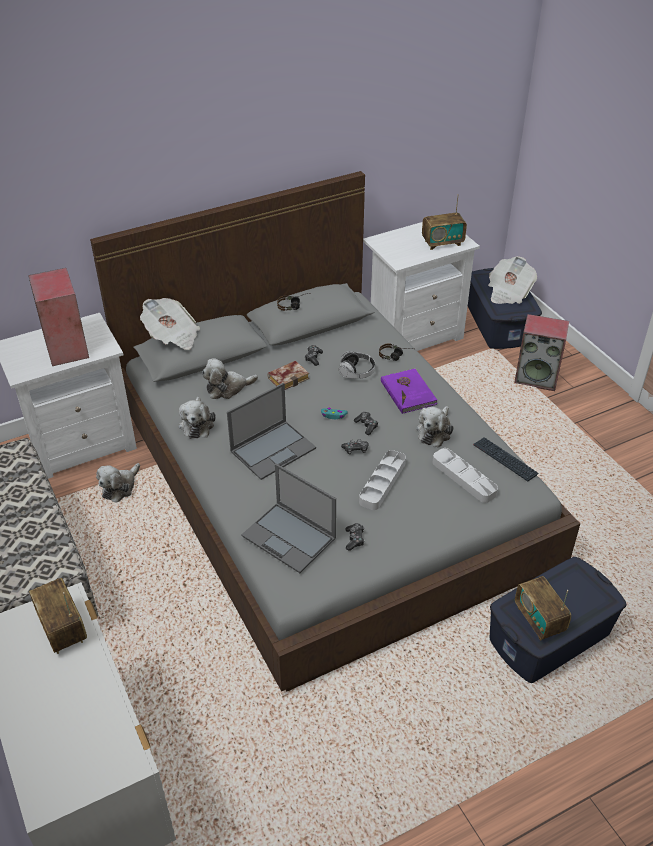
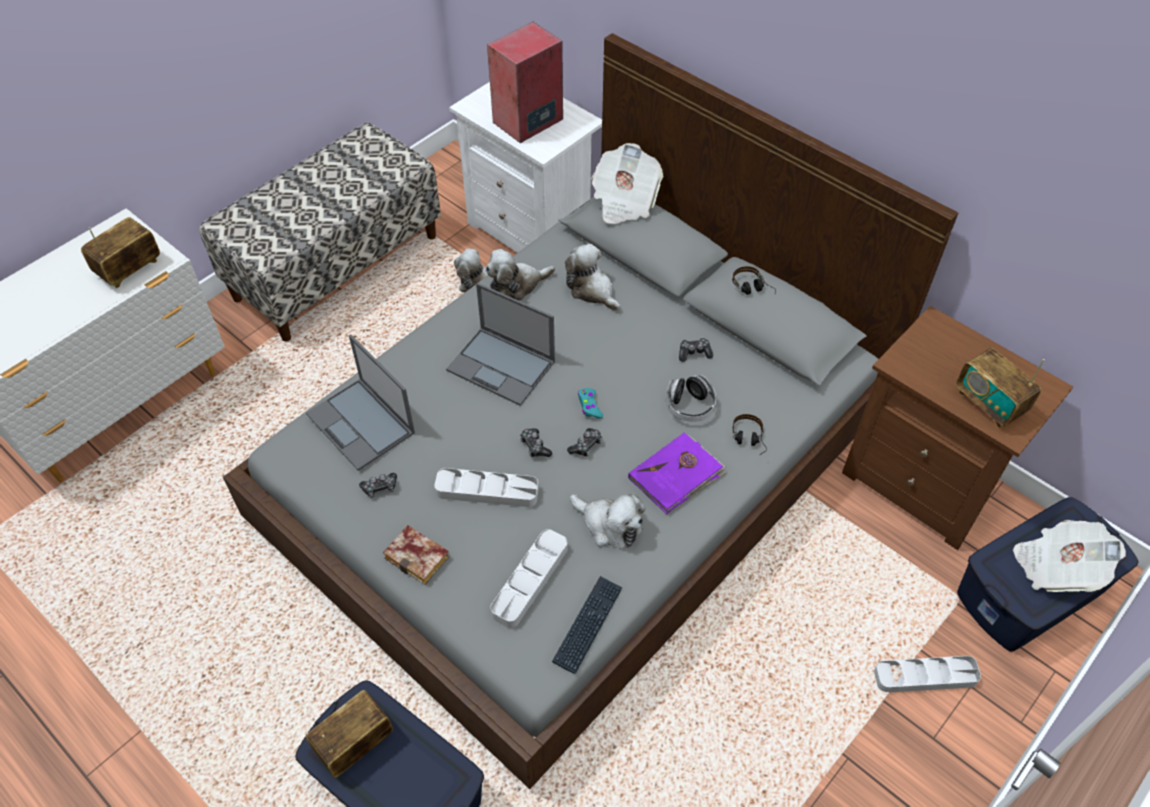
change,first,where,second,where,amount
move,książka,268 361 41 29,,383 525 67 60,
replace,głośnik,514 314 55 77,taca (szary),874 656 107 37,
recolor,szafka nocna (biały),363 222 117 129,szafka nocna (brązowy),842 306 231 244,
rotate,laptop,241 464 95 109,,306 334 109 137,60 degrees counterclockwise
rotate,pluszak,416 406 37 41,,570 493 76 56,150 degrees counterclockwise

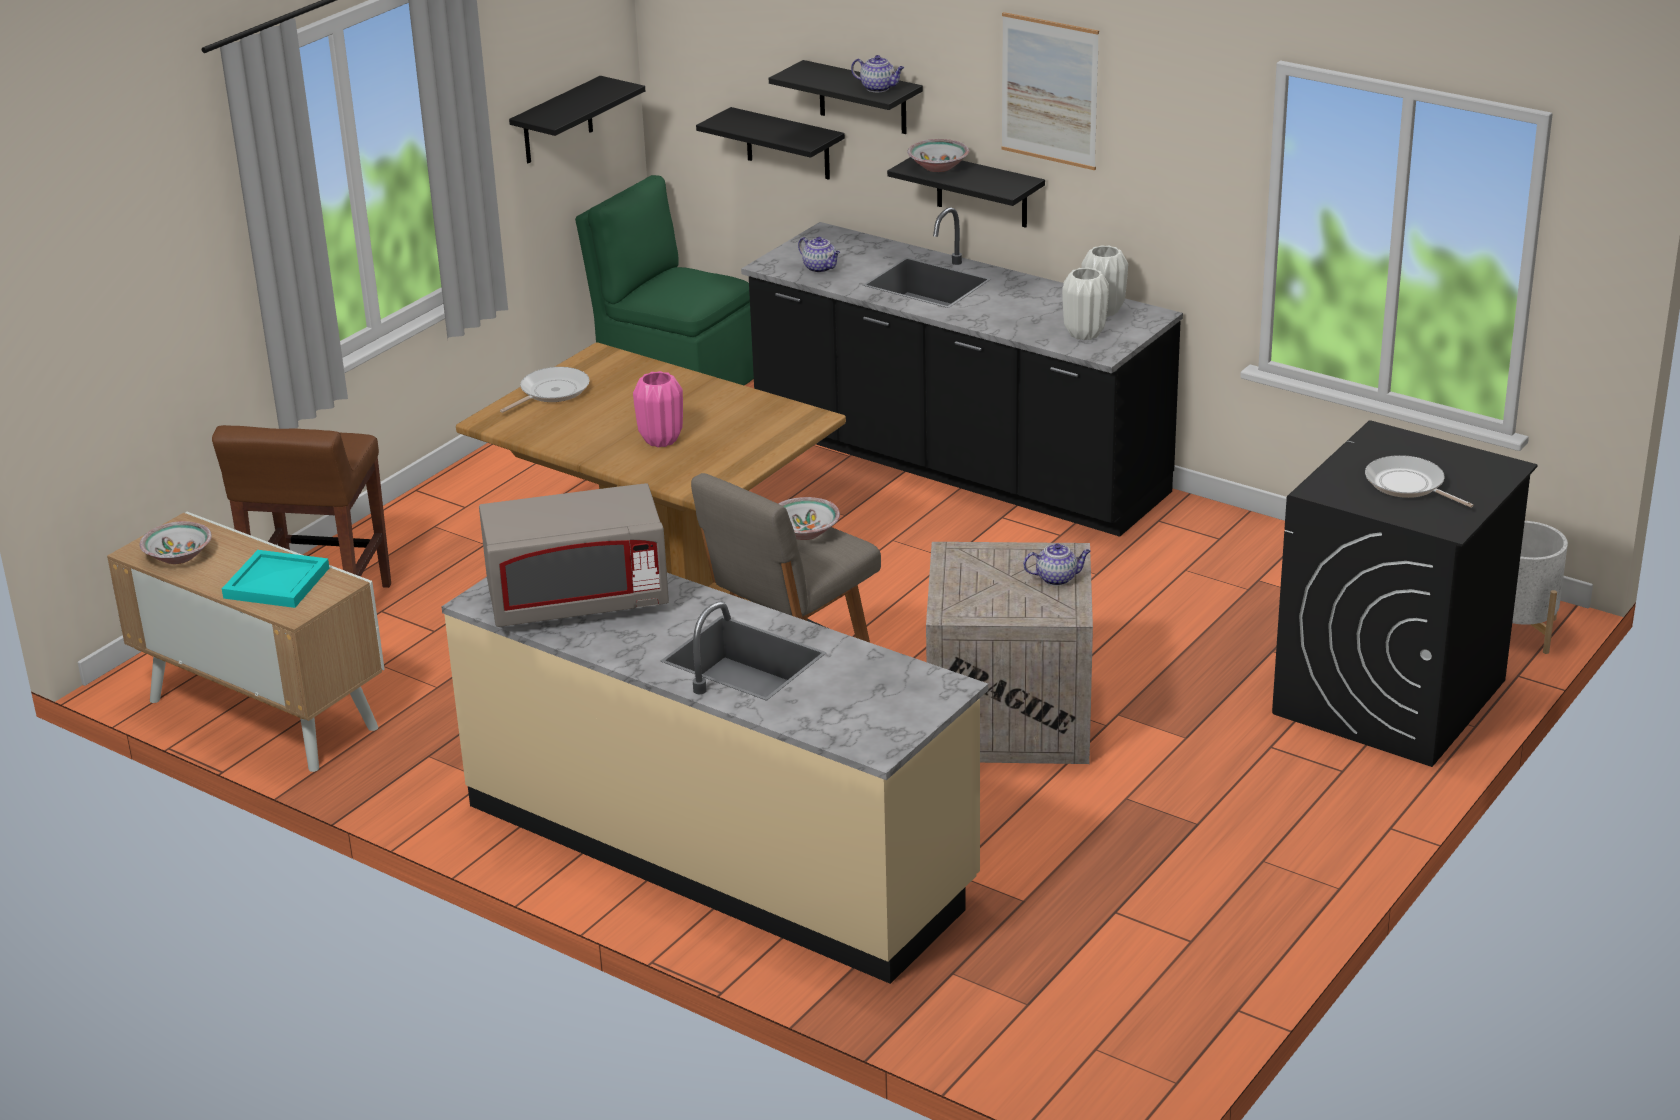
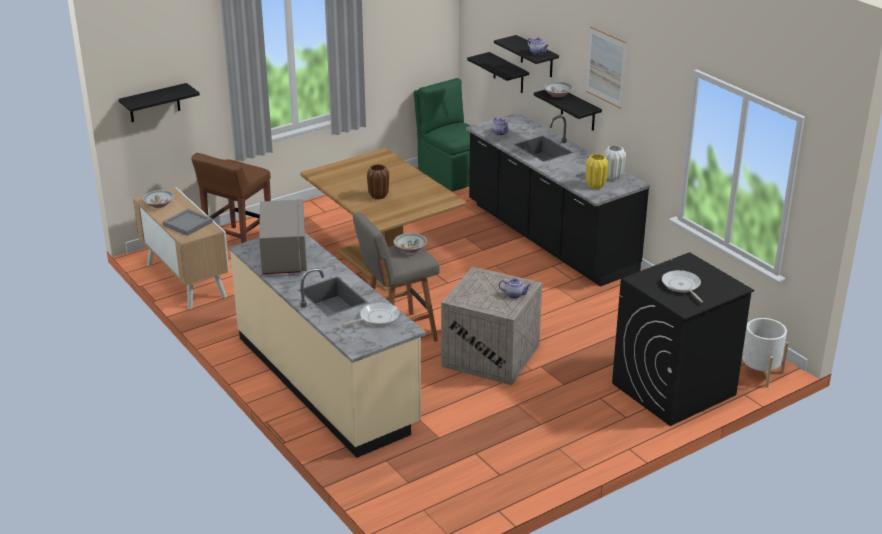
change,first,where,second,where,amount
move,patelnia,500 367 90 46,,341 302 59 24,
move,półka (czarny),509 76 136 88,,118 83 82 39,
recolor,taca (turkusowy),222 550 107 58,taca (szary),163 209 50 27,
recolor,wazon (różowy),633 371 50 76,wazon (brązowy),367 164 22 35,
recolor,wazon (biały),1062 267 47 73,wazon (żółty),586 154 23 35,
rotate,mikrofalówka (szary),479 483 190 144,,259 199 48 75,105 degrees counterclockwise

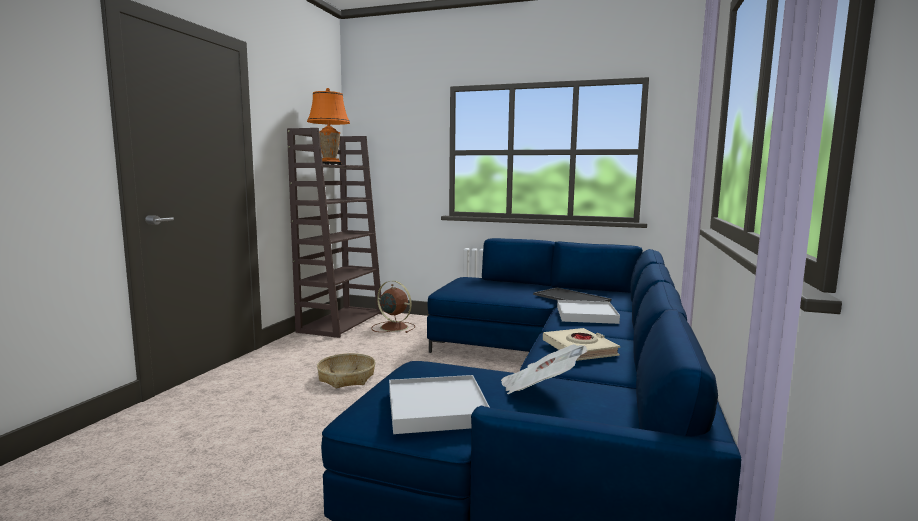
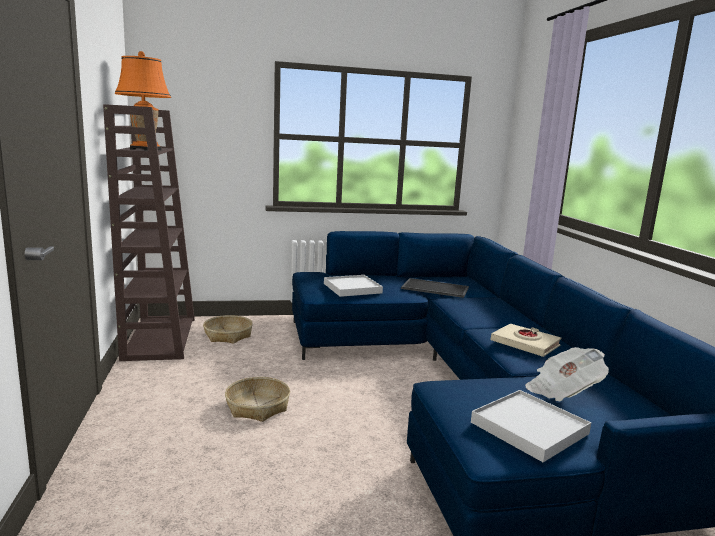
change,first,where,second,where,amount
move,taca (biały),557 300 63 24,,324 275 59 22,
replace,wentylator (brązowy),371 280 44 53,koszyk,203 315 50 29,

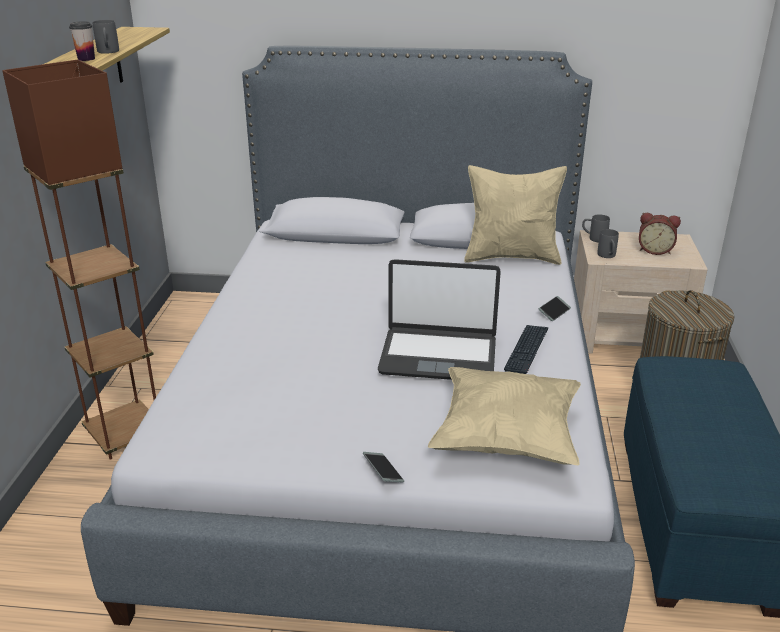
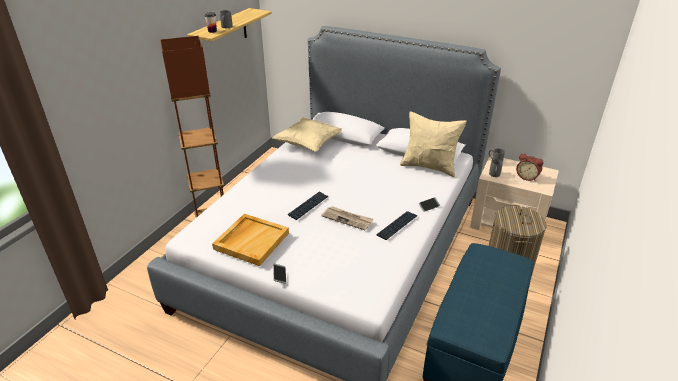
change,first,where,second,where,amount
insert,,,taca (beżowy),212 214 77 52,
insert,,,klawiatura,288 192 40 28,
move,poduszka (beżowy),428 367 153 98,,272 118 70 34,
replace,laptop,378 259 123 121,gazeta,321 206 53 24,

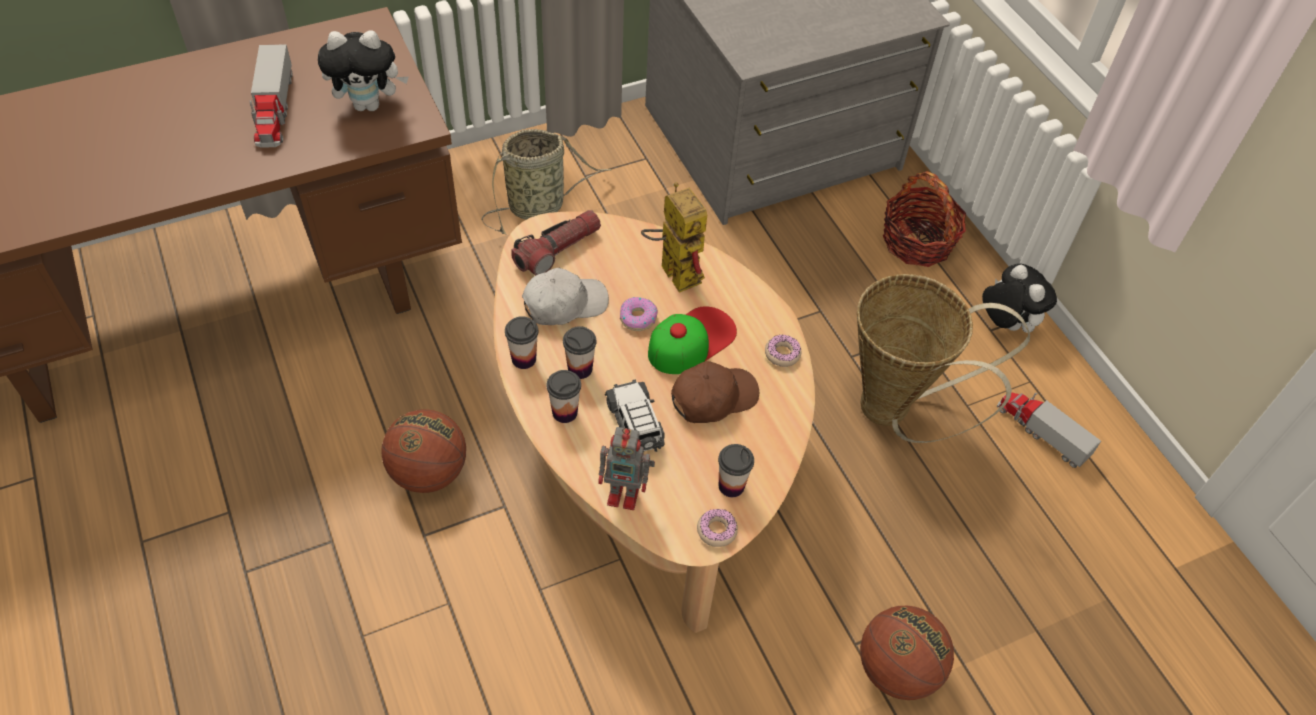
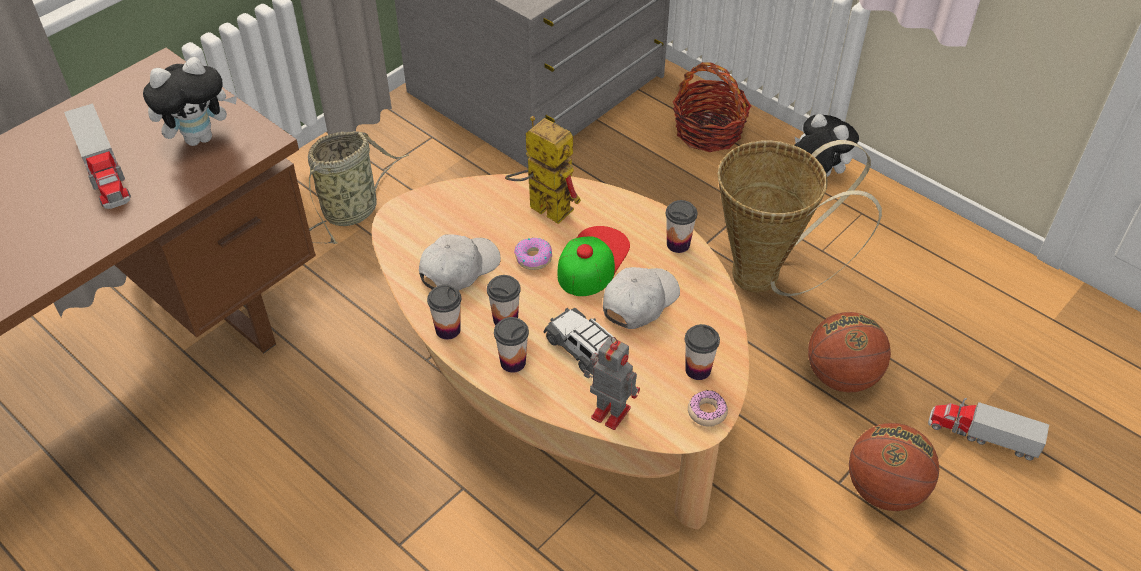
change,first,where,second,where,amount
delete,latarka,511 210 90 66,,,
move,piłka do koszykówki,381 409 85 84,,808 312 83 81,
move,ciężarówka zabawkowa,996 392 105 76,,928 398 121 62,
replace,donut,765 334 36 33,filiżanka,666 200 31 53,
recolor,czapka z daszkiem (brązowy),671 361 88 62,czapka z daszkiem (biały),603 267 77 62,
rotate,robot zabawkowy,598 427 57 83,,584 337 56 93,135 degrees counterclockwise

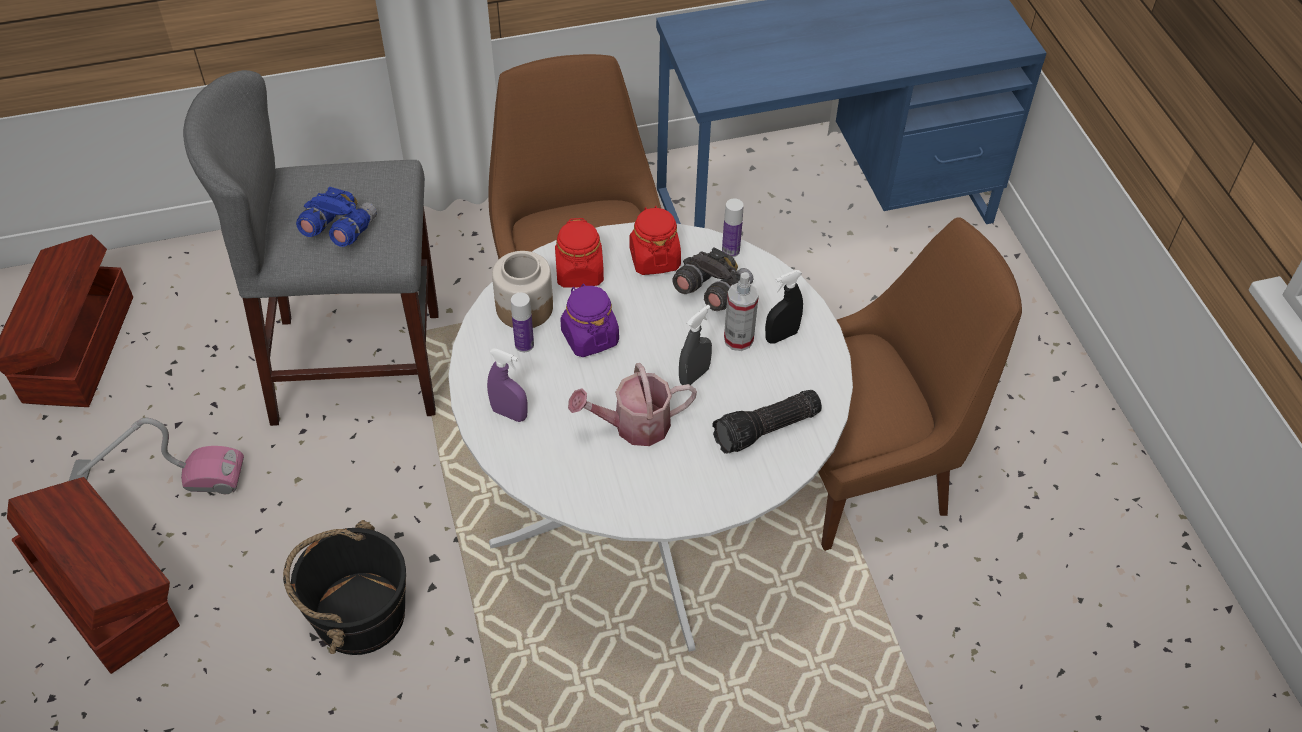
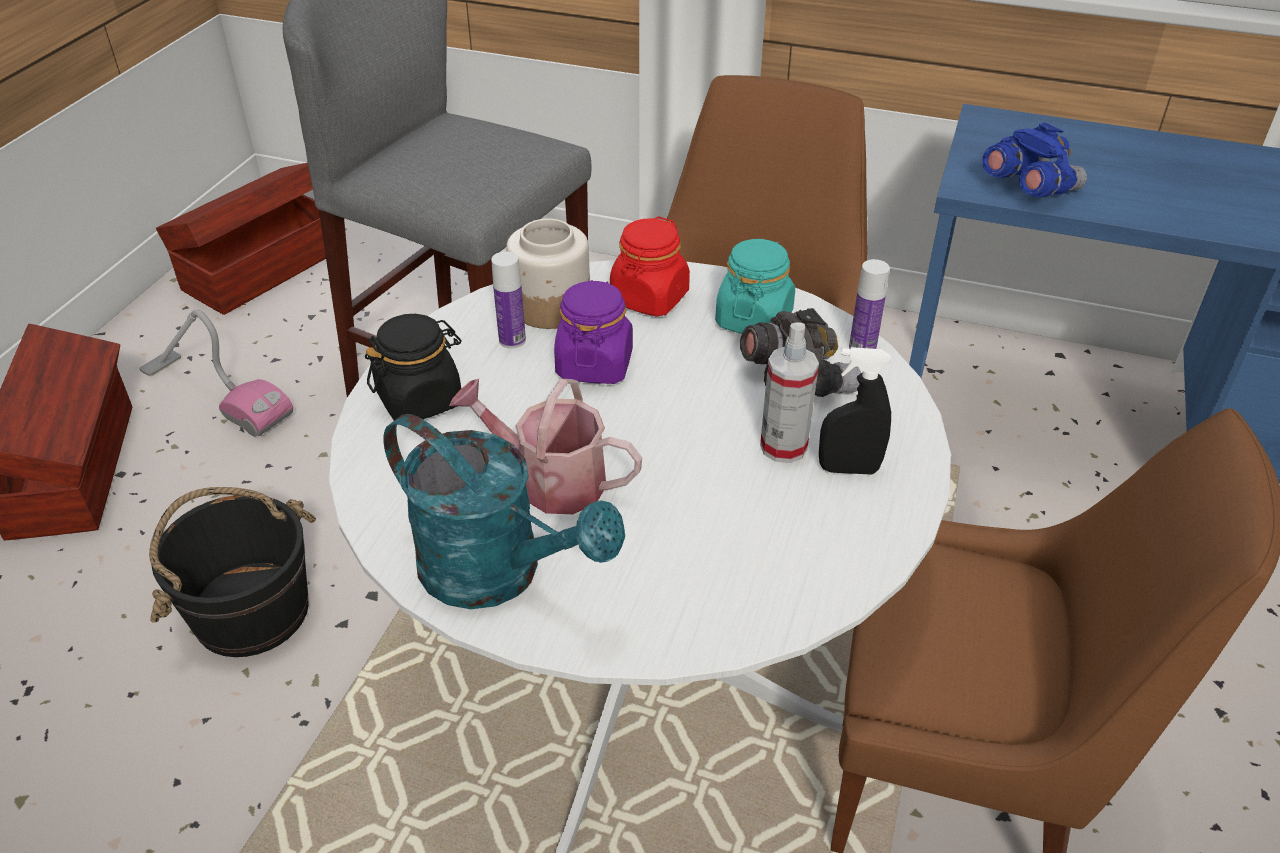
change,first,where,second,where,amount
delete,spryskiwacz (szary),679 305 33 80,,,
delete,latarka,712 390 110 64,,,
insert,,,konewka (turkusowy),383 414 242 195,
move,lornetka (niebieski),296 186 81 61,,982 122 105 75,
replace,spryskiwacz (fioletowy),487 349 41 73,słoik (czarny),365 314 96 106,
recolor,słoik (czerwony),629 206 52 69,słoik (turkusowy),715 239 80 95,

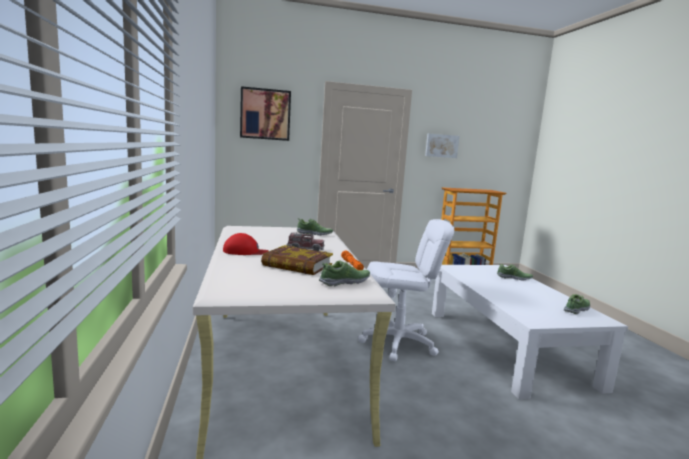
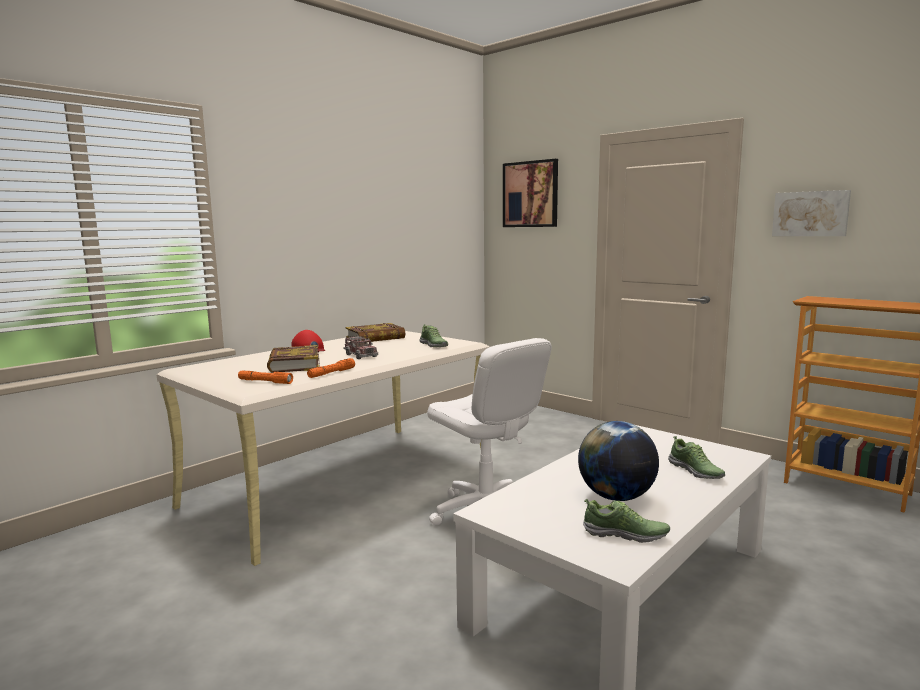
change,first,where,second,where,amount
insert,,,książka,346 323 60 20,
insert,,,globus,578 421 81 80,
replace,but,319 261 51 25,latarka (pomarańczowy),238 370 55 14,

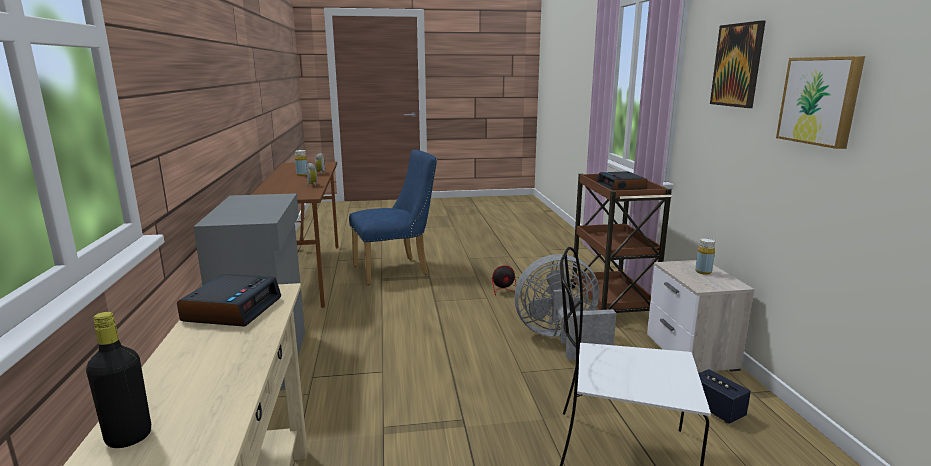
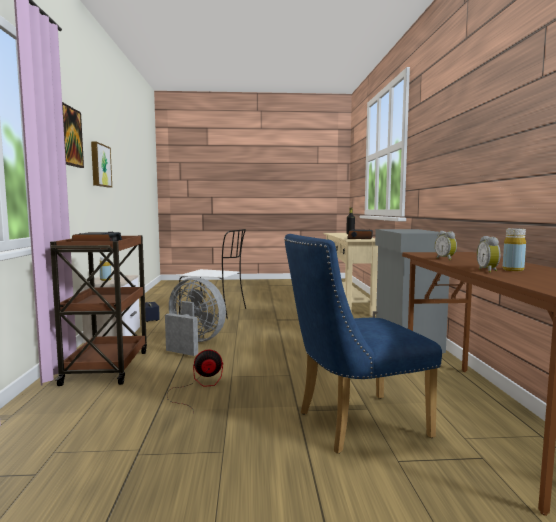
change,first,where,second,where,amount
rotate,wentylator (szary),514 254 102 106,,165 277 61 79,150 degrees counterclockwise

